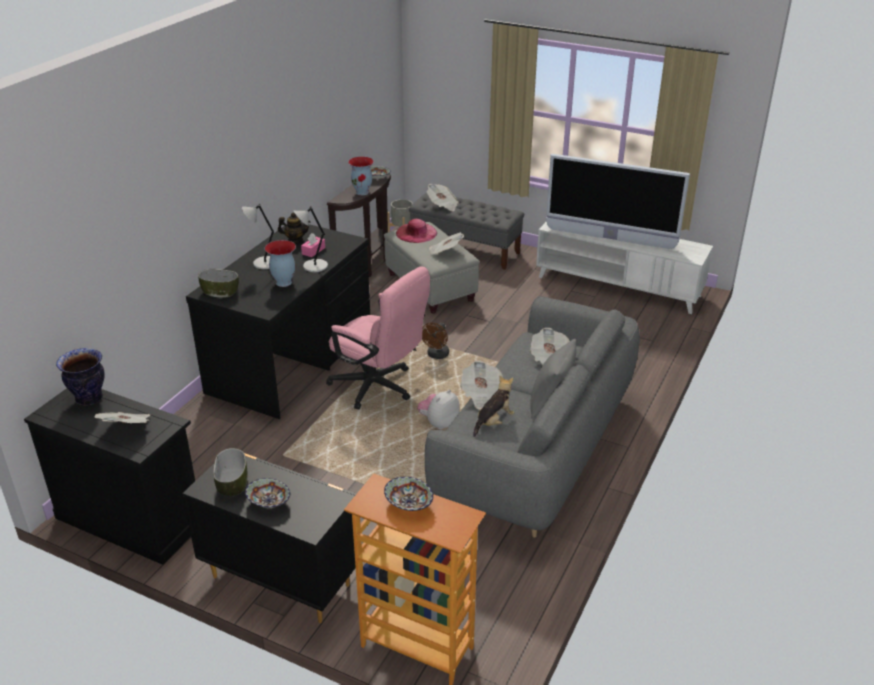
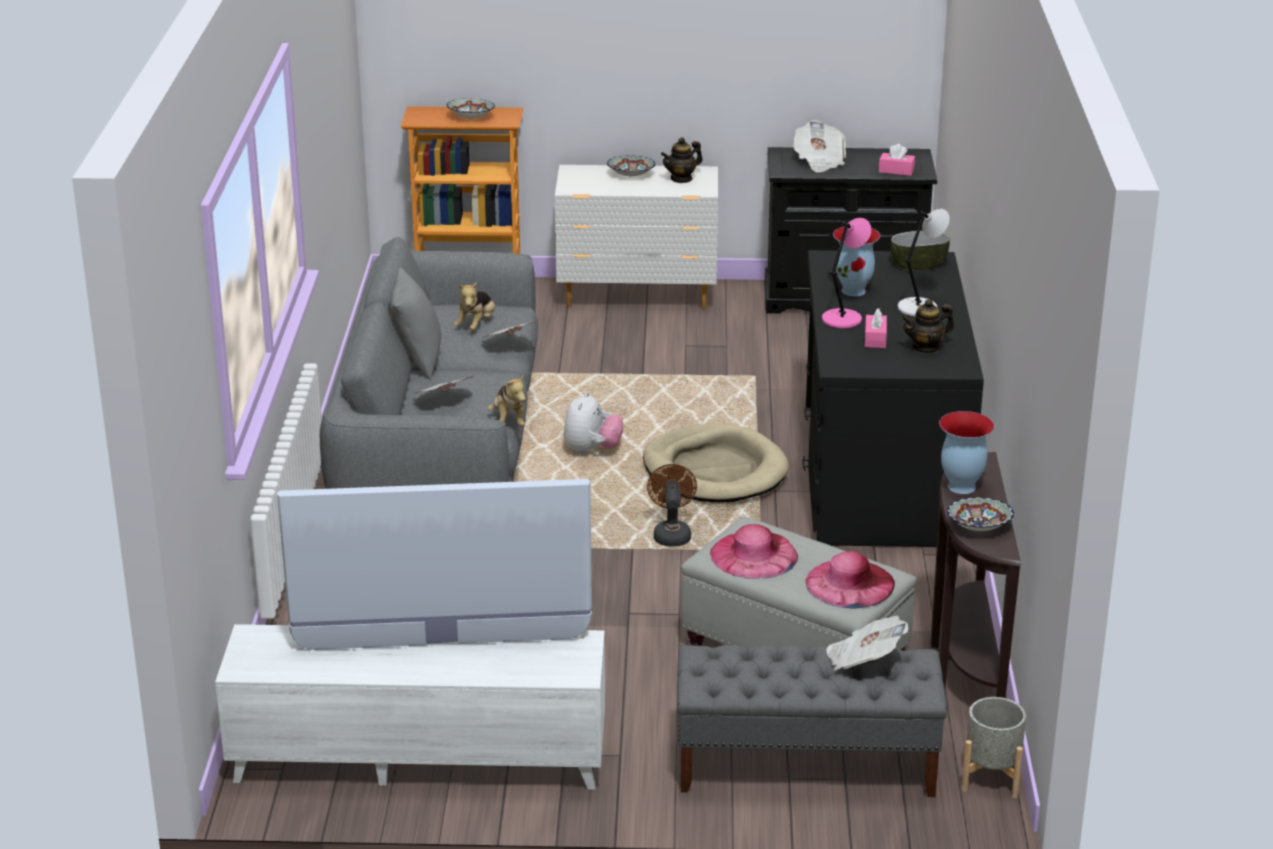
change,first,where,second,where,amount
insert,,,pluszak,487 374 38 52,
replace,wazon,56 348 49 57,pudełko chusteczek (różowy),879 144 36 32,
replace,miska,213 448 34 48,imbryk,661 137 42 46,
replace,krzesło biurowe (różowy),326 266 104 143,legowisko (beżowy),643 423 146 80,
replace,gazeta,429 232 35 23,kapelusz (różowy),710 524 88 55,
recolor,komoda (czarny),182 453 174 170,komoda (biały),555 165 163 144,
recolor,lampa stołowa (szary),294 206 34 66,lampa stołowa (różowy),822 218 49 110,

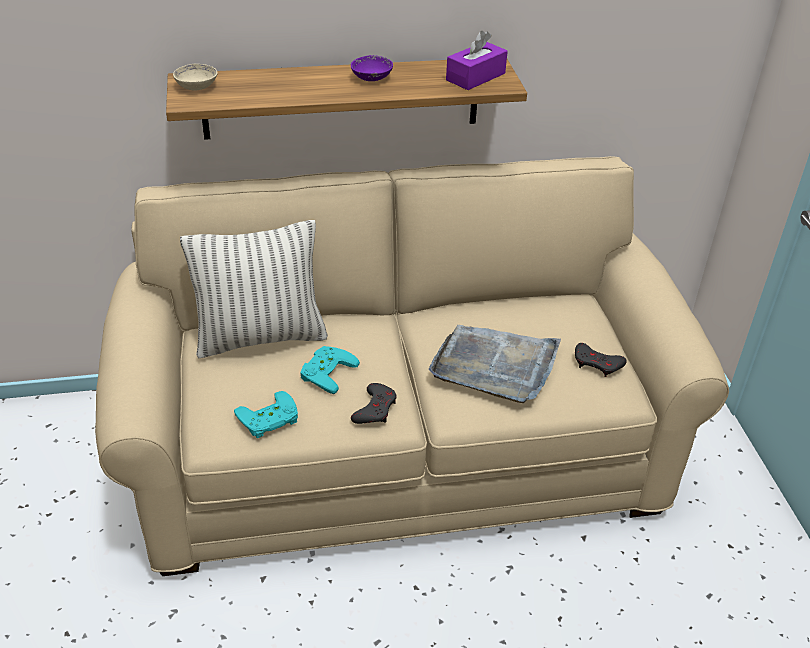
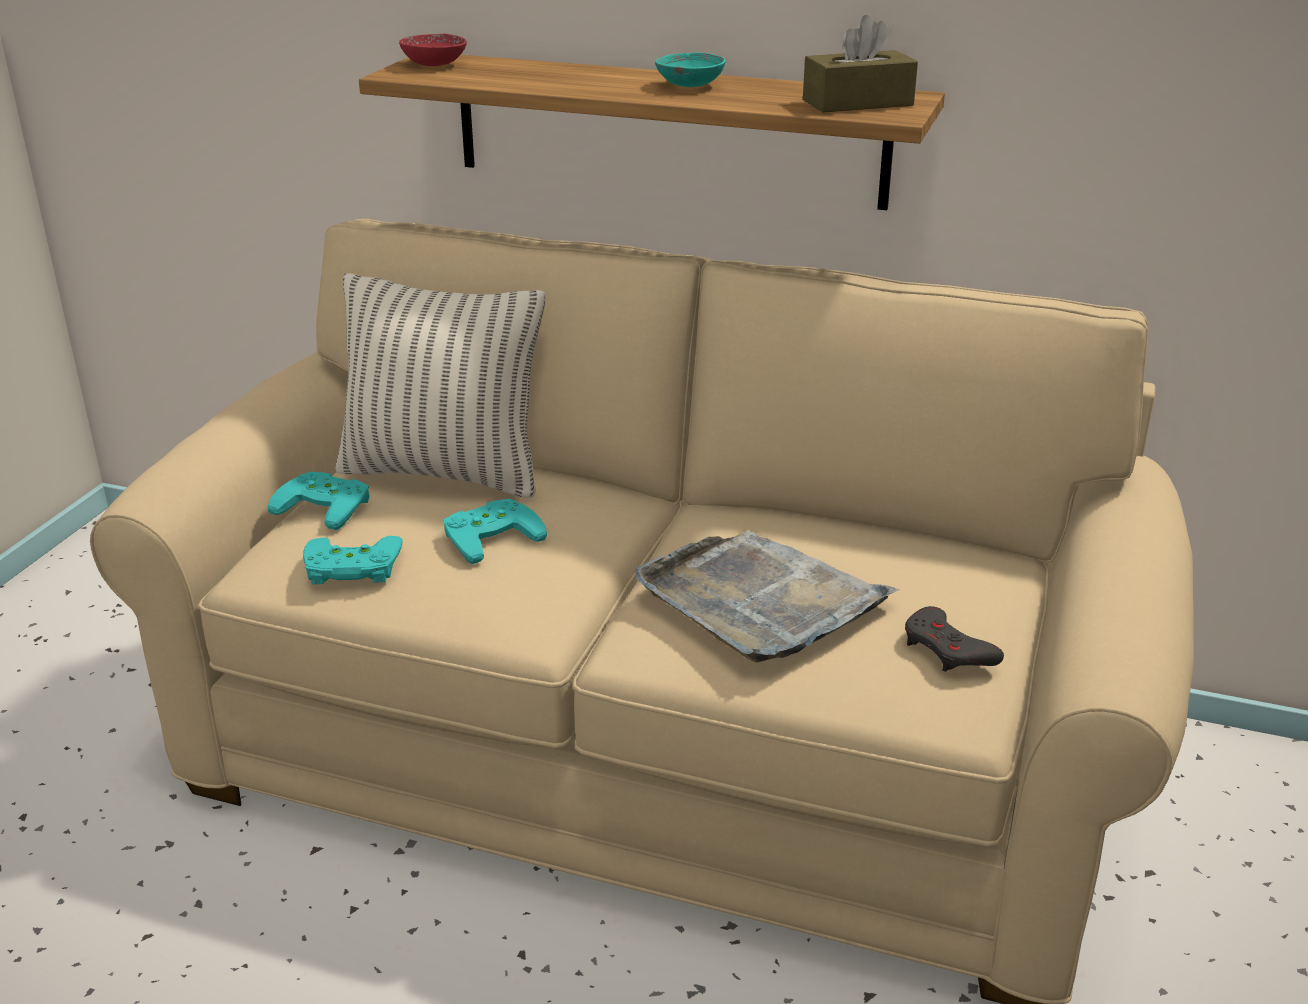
change,first,where,second,where,amount
delete,pad do gier (szary),351 383 46 41,,,
insert,,,pad do gier (turkusowy),268 472 102 58,
recolor,miska (beżowy),173 64 45 27,miska (czerwony),399 34 68 32,
recolor,miska (fioletowy),351 55 42 26,miska (turkusowy),655 52 71 35,
recolor,pudełko chusteczek (fioletowy),446 31 62 59,pudełko chusteczek (brązowy),803 15 115 97,

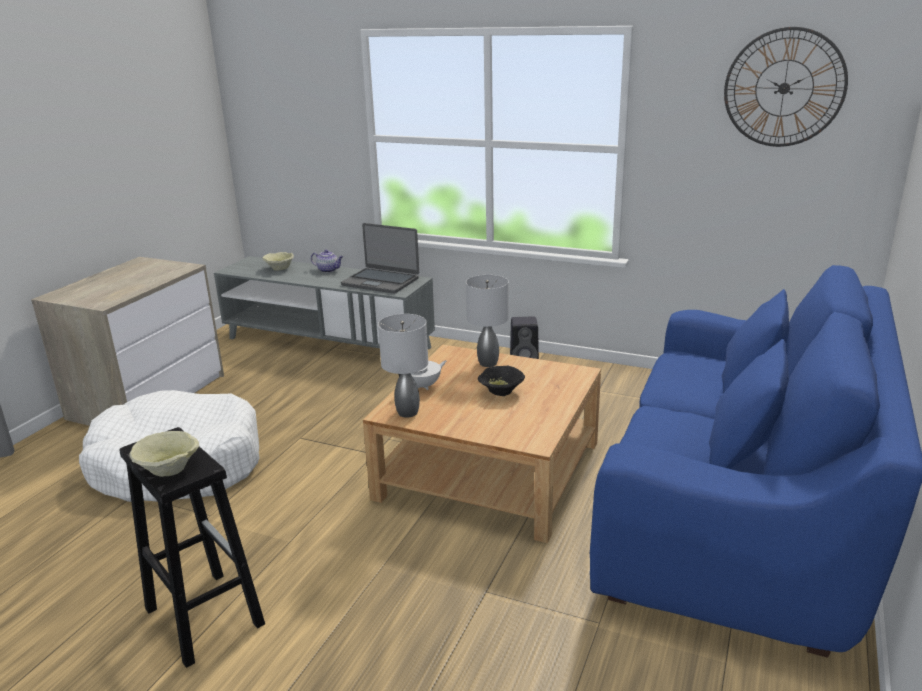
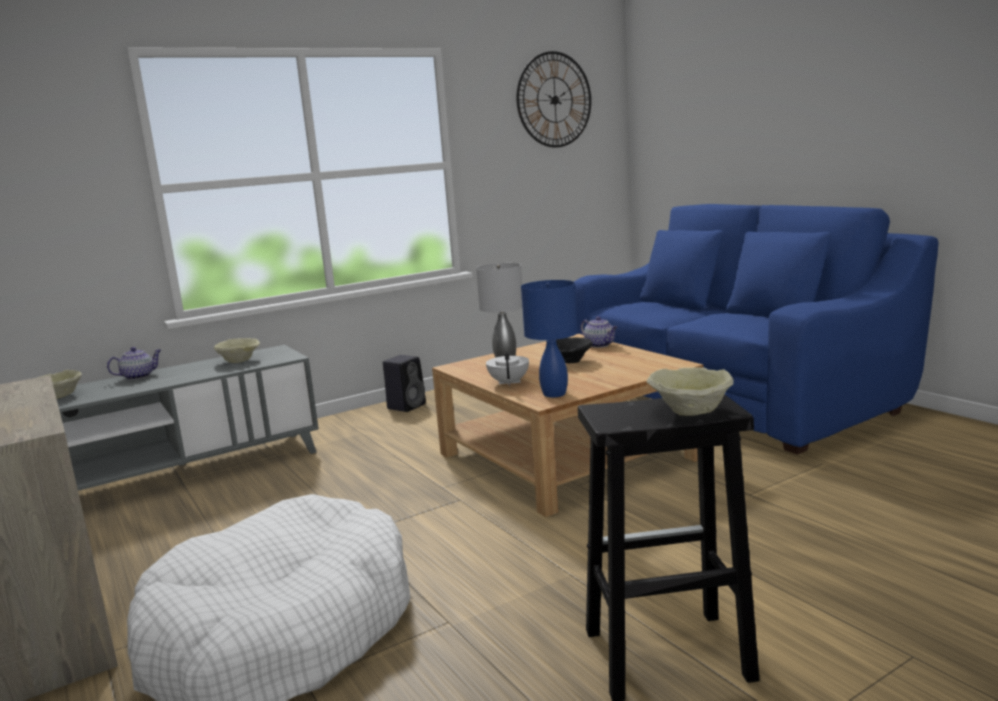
change,first,where,second,where,amount
insert,,,imbryk,580 316 38 32,
replace,laptop,341 223 78 71,miska (beżowy),214 338 46 25,
recolor,lampa stołowa (szary),378 314 50 104,lampa stołowa (niebieski),521 280 57 117,

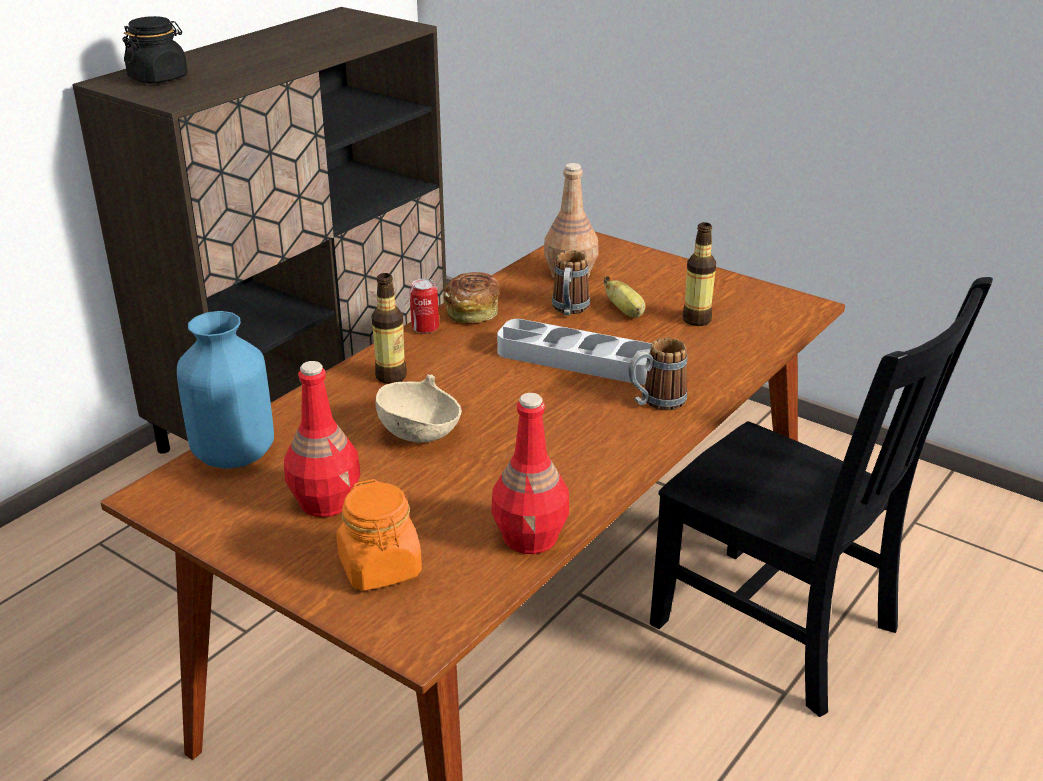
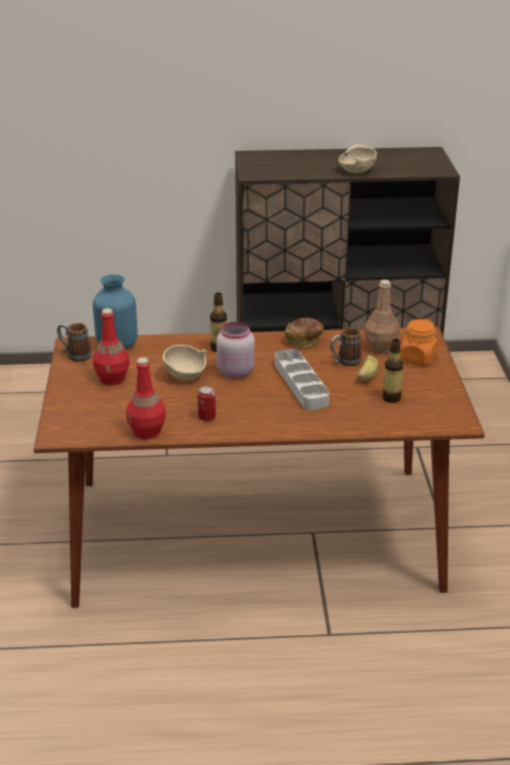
change,first,where,second,where,amount
delete,słoik (czarny),122 16 66 67,,,
delete,krzesło (czarny),650 277 343 440,,,
insert,,,słoik (różowy),216 322 39 57,
insert,,,miska (beżowy),339 144 38 29,
move,słoik (pomarańczowy),336 479 86 112,,400 318 38 47,
move,puszka,410 279 29 55,,197 386 19 35,
move,kubek,628 337 59 73,,57 323 34 39,

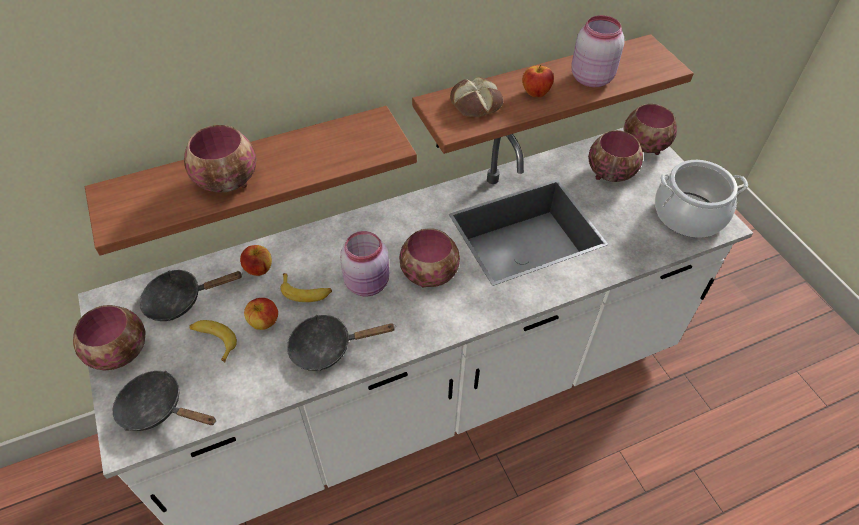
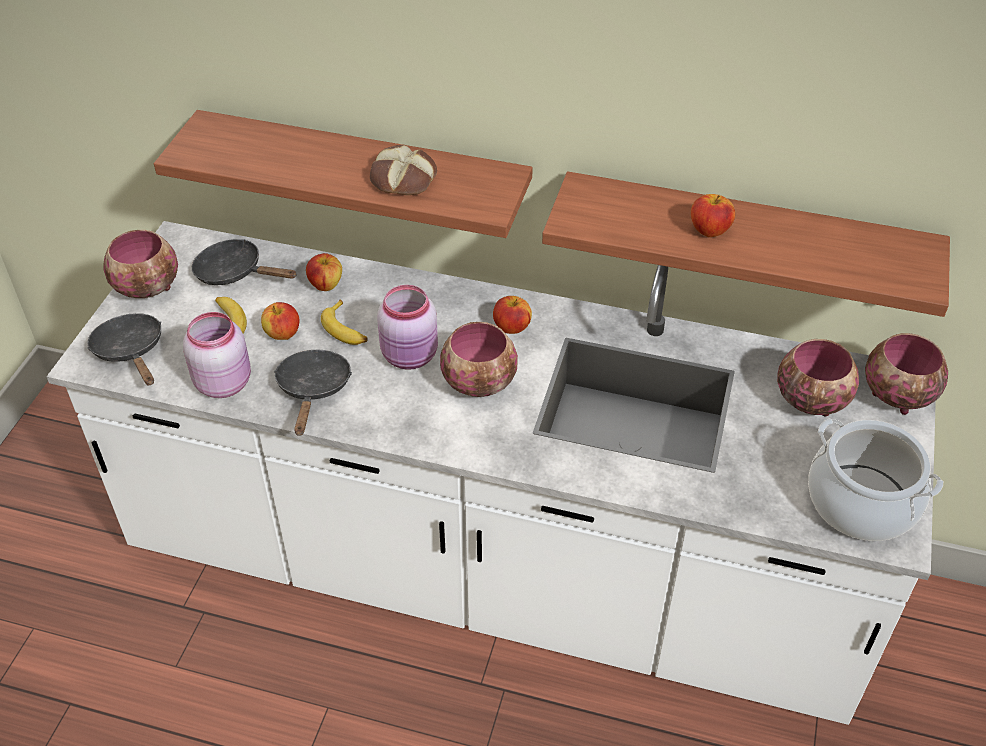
change,first,where,second,where,amount
delete,miska,184 125 73 68,,,
insert,,,jabłko,493 296 39 38,
move,chleb,450 77 54 40,,370 145 67 50,
move,słoik (różowy),571 15 53 72,,183 312 68 86,
rotate,patelnia (czarny),287 315 109 56,,274 350 78 86,60 degrees clockwise

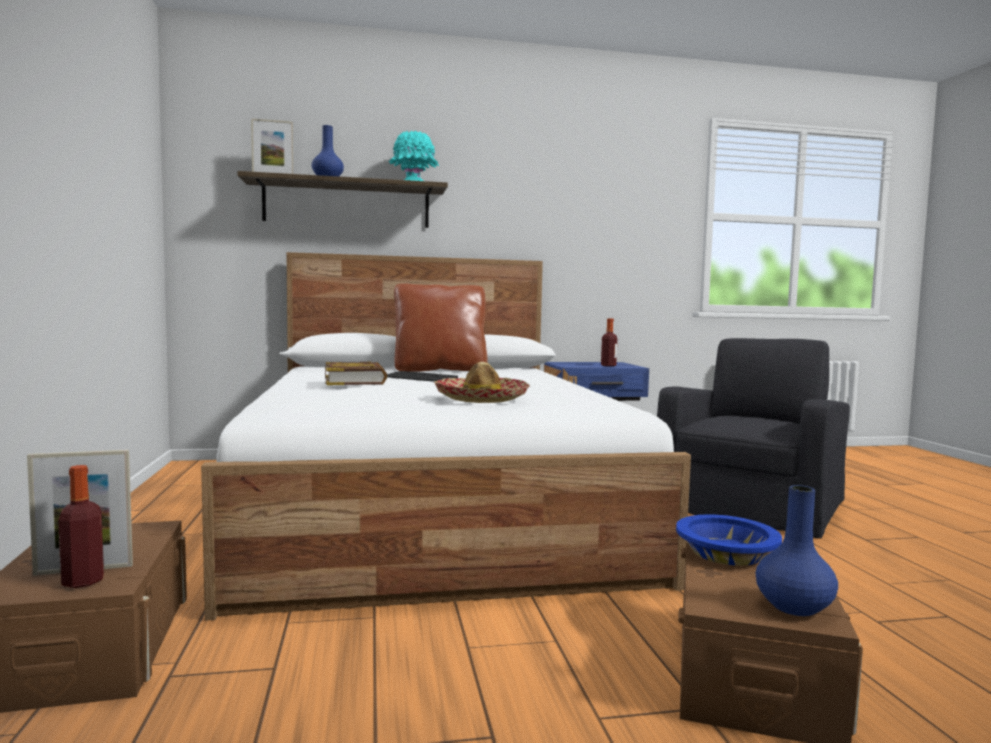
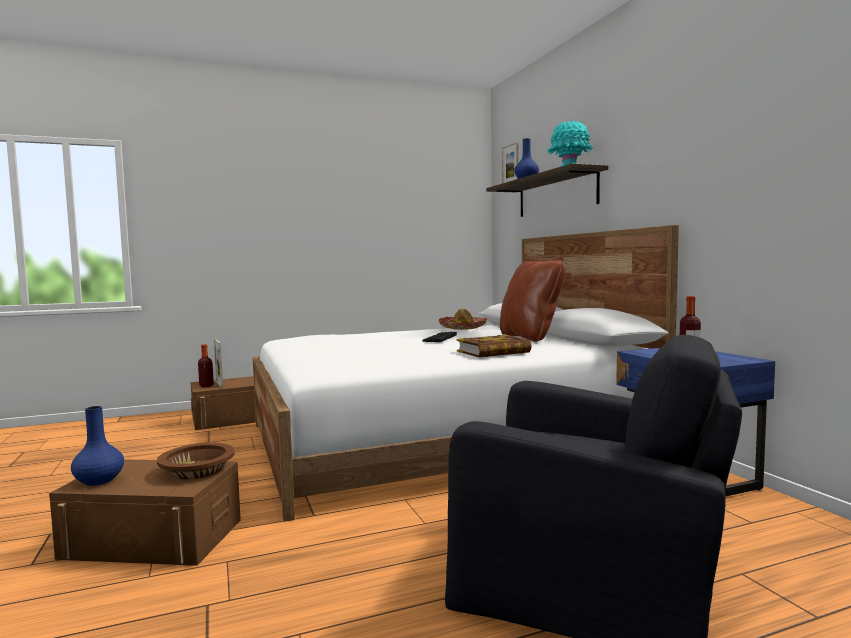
change,first,where,second,where,amount
move,książka,325 361 62 24,,457 335 75 22,
move,kapelusz,434 362 96 41,,438 308 50 22,
recolor,miska (niebieski),676 514 106 52,miska (brązowy),157 443 78 36,

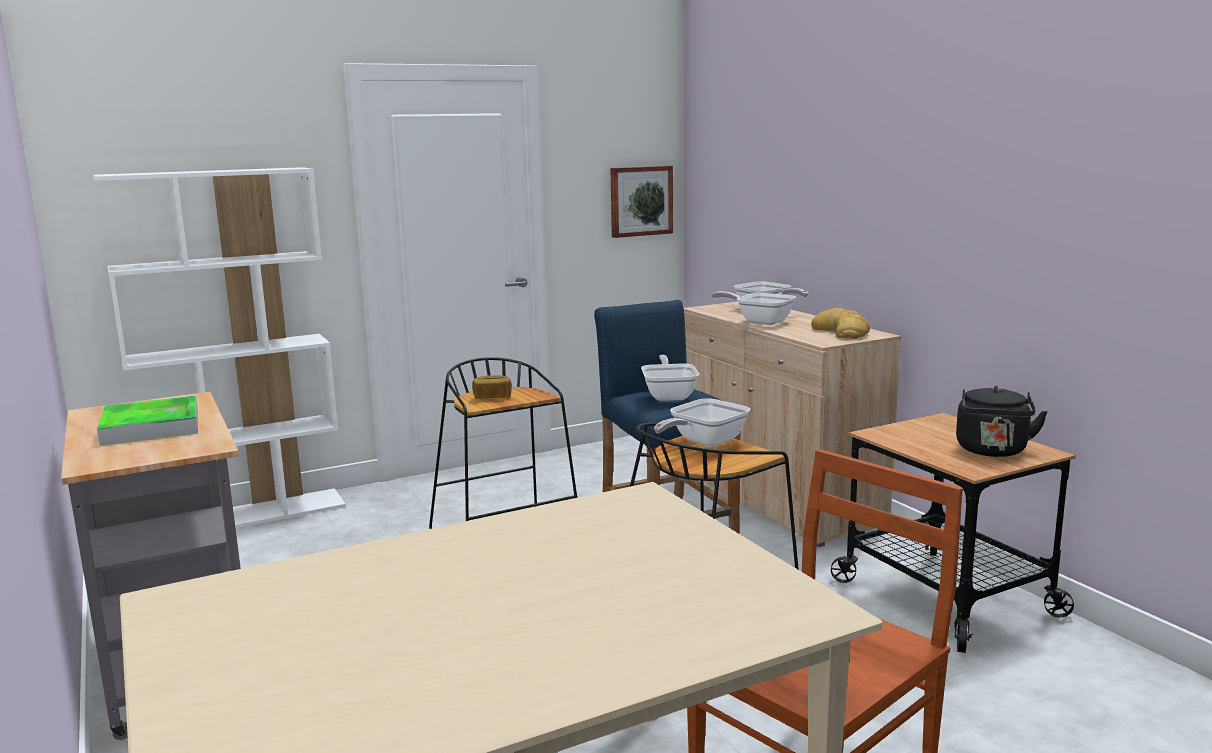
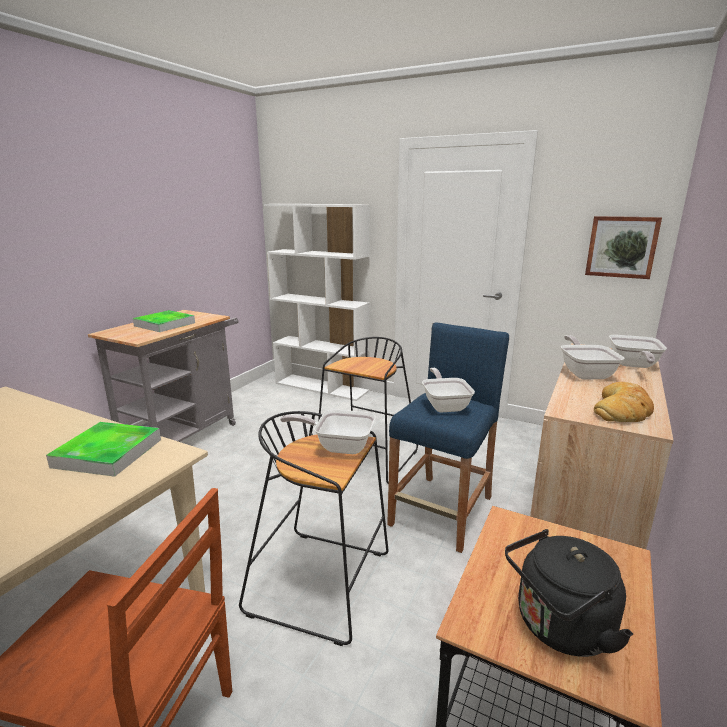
change,first,where,second,where,amount
delete,chleb,472 375 40 24,,,
insert,,,taca,46 422 115 55,
rotate,patelnia,641 355 58 46,,422 368 53 44,60 degrees counterclockwise

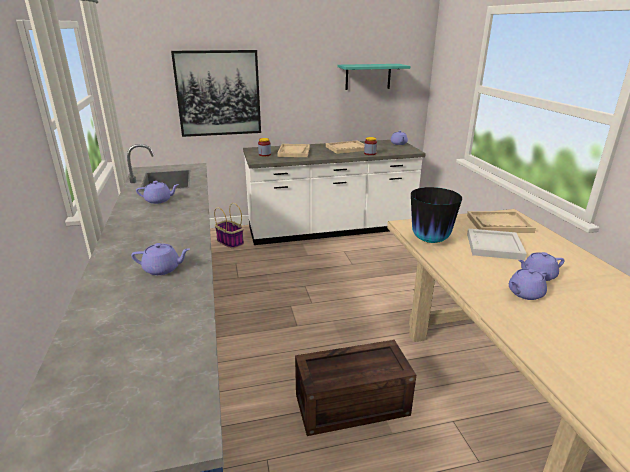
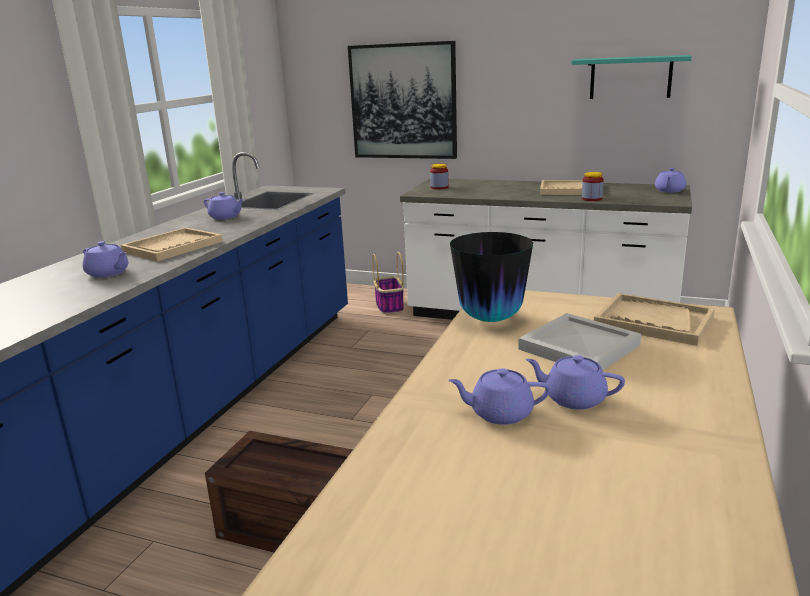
change,first,where,second,where,amount
move,taca (beżowy),277 144 33 13,,120 227 102 35,

